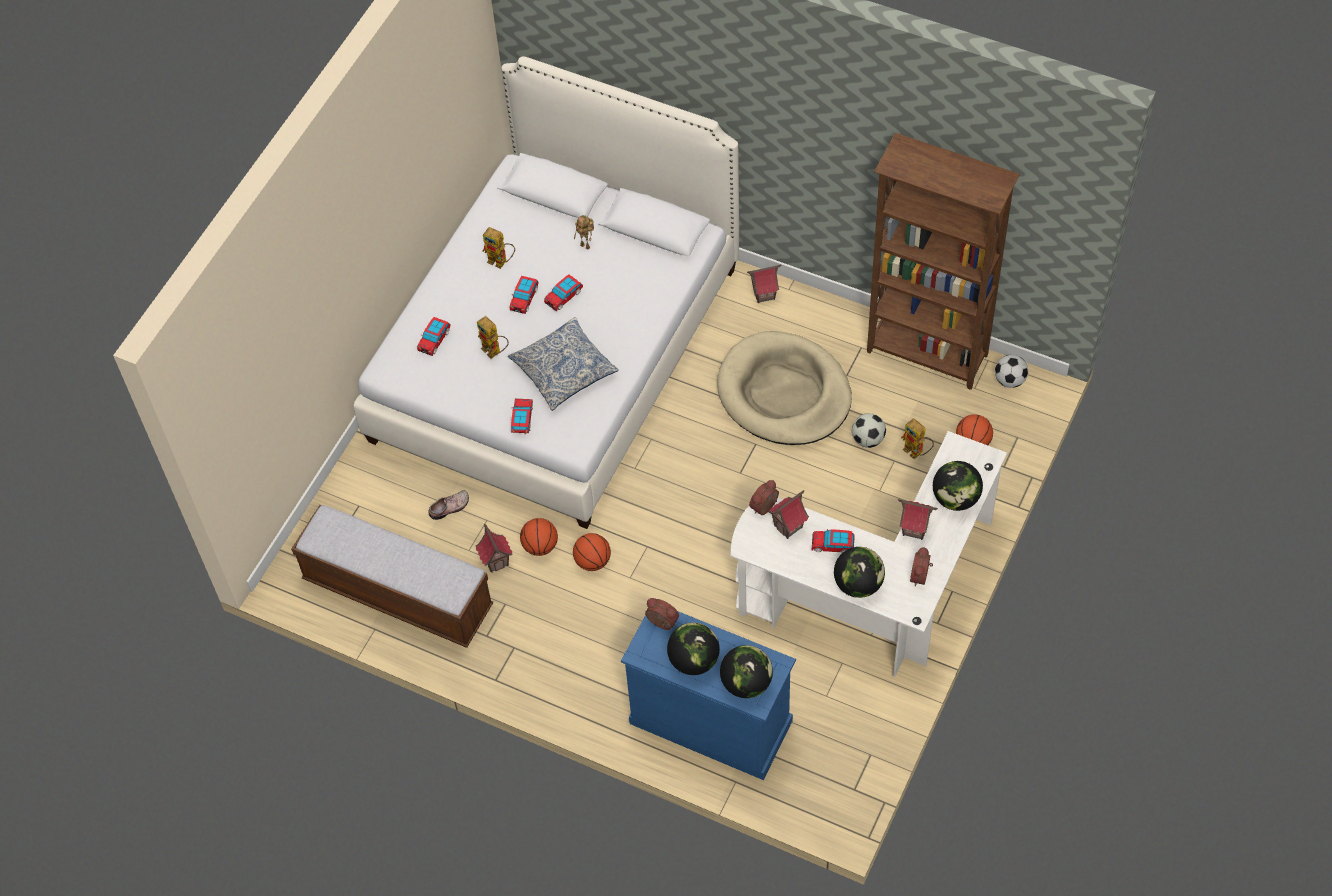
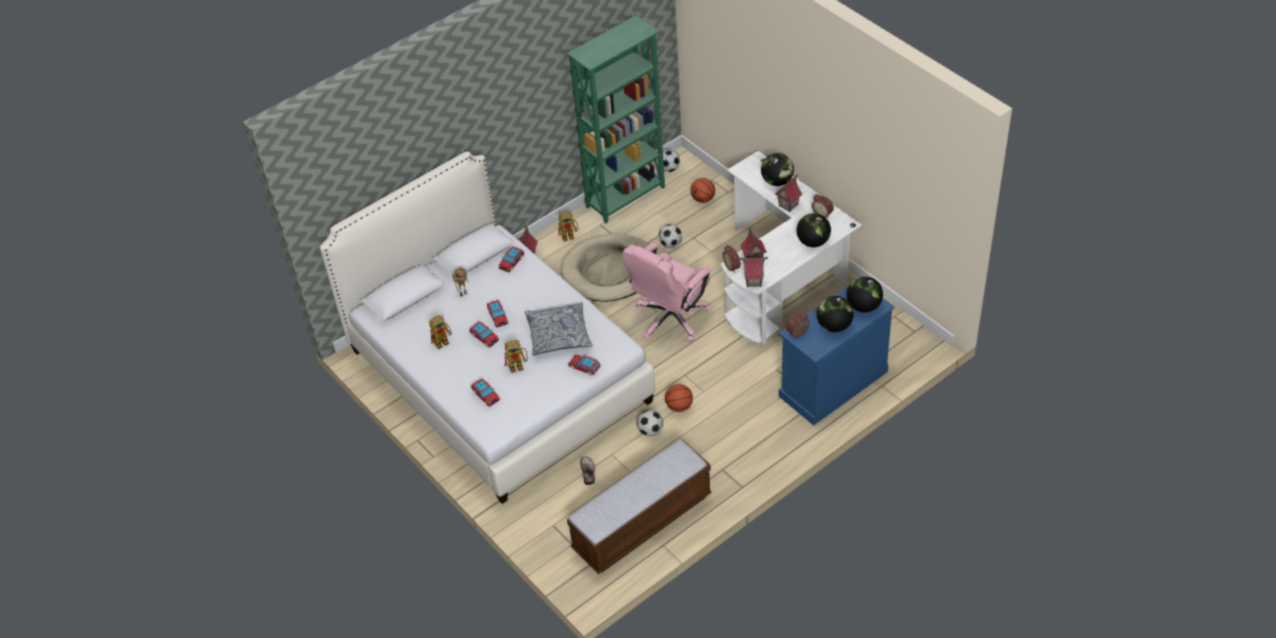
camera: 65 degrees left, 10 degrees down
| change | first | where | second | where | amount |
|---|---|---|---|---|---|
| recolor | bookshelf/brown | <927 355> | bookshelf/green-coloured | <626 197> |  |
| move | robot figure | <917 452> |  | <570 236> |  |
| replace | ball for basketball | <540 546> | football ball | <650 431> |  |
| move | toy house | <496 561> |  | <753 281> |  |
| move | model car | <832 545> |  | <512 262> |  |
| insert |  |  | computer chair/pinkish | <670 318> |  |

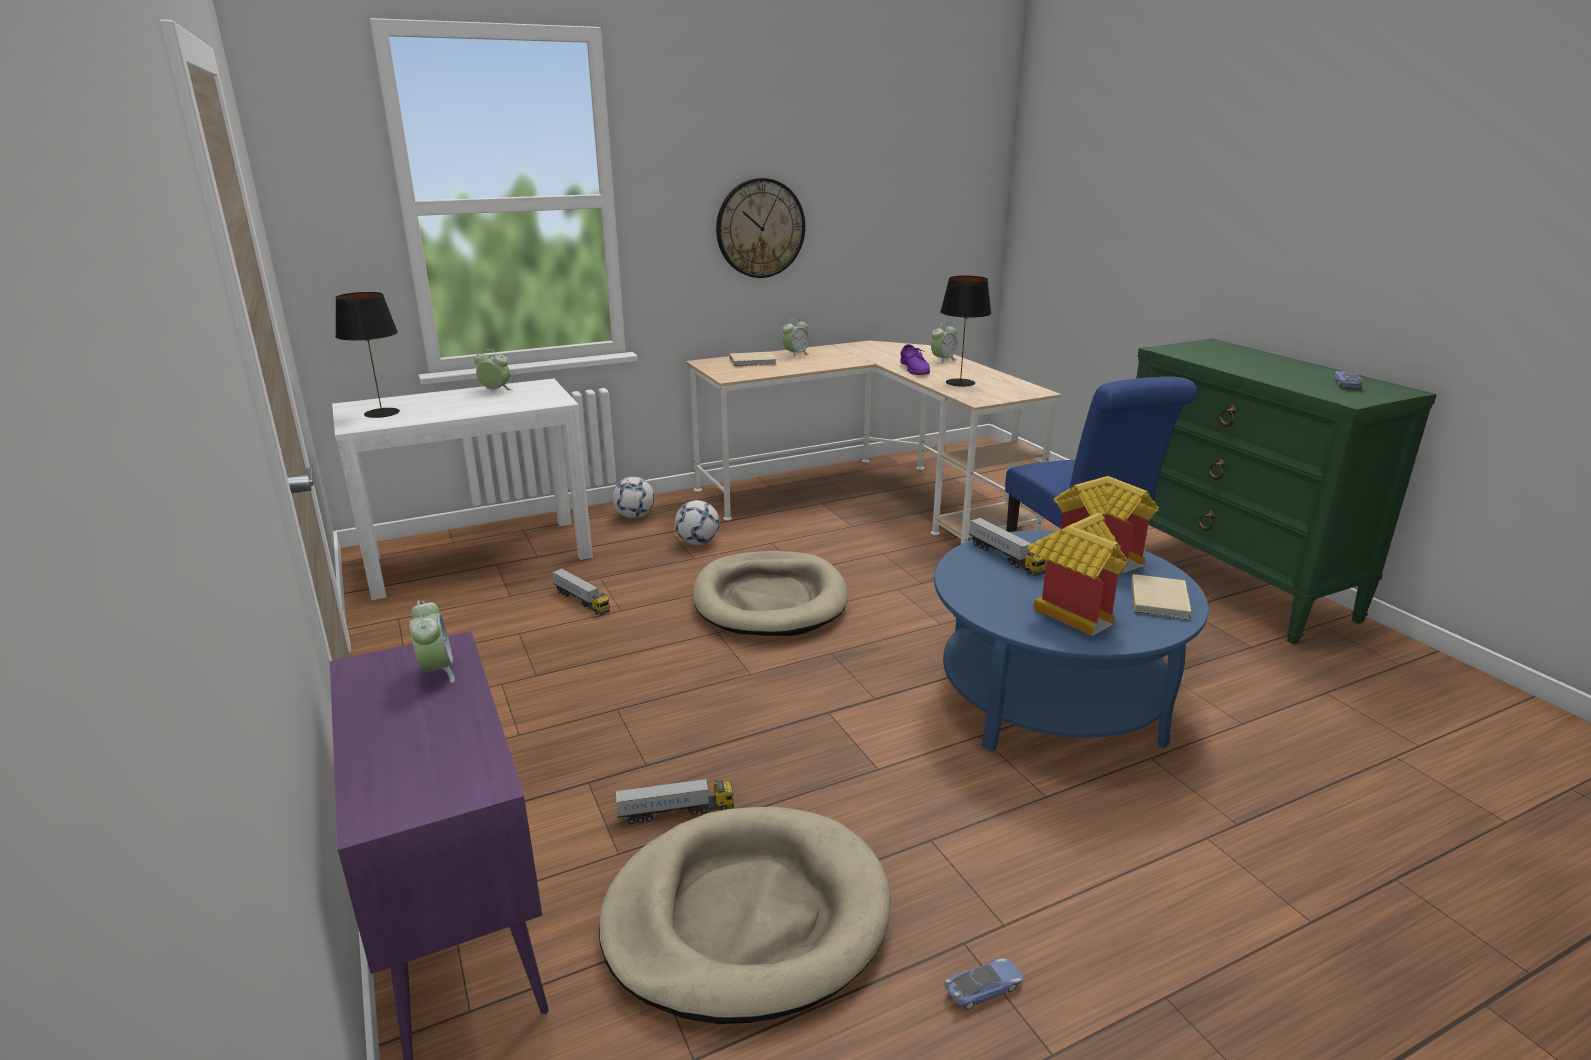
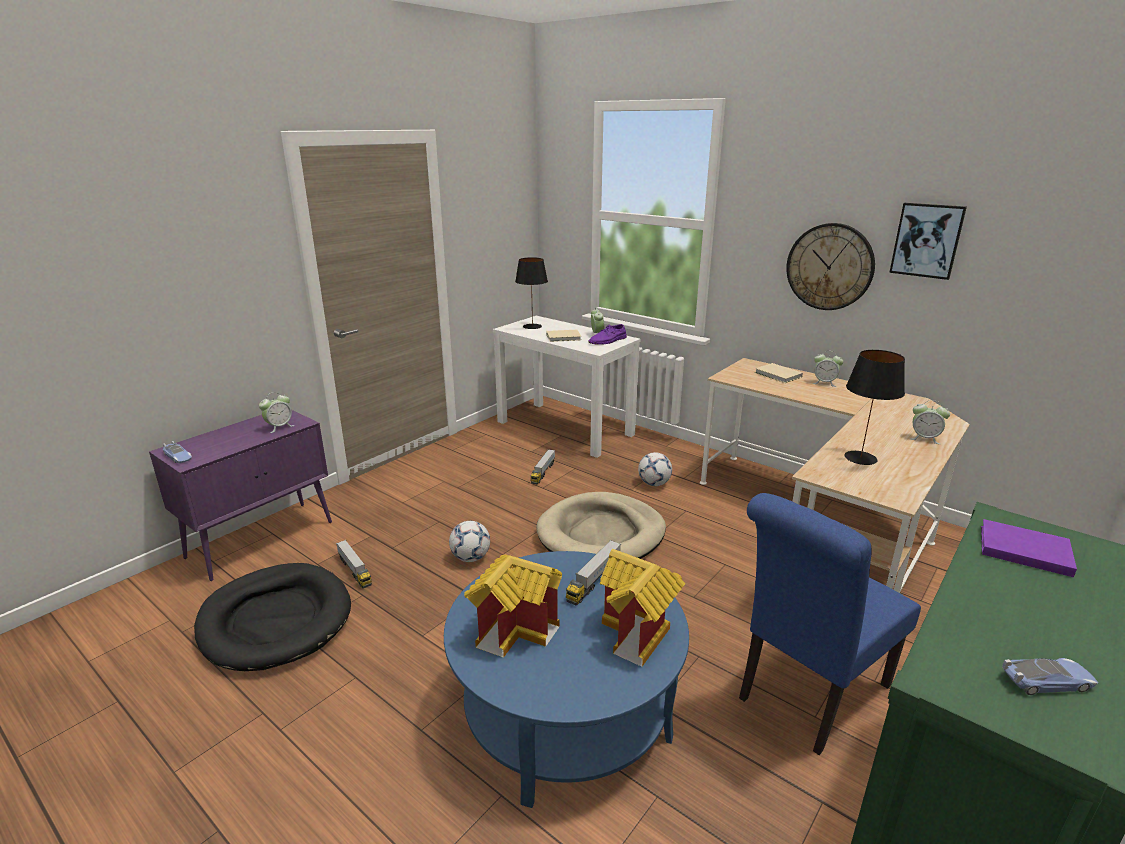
camera: 65 degrees right, 0 degrees up
| change | first | where | second | where | amount |
|---|---|---|---|---|---|
| move | low shoe/purple-coloured | <915 368> |  | <608 340> |  |
| move | football ball | <634 516> |  | <470 558> |  |
| move | volume/beige | <1160 599> |  | <564 337> |  |
| recolor | pet bed/beige | <746 917> | pet bed/blackish | <276 620> |  |
| move | model car | <983 988> |  | <178 457> |  |
| insert |  |  | wall picture | <927 240> |  |
| insert |  |  | volume/purple-coloured | <1021 549> |  |

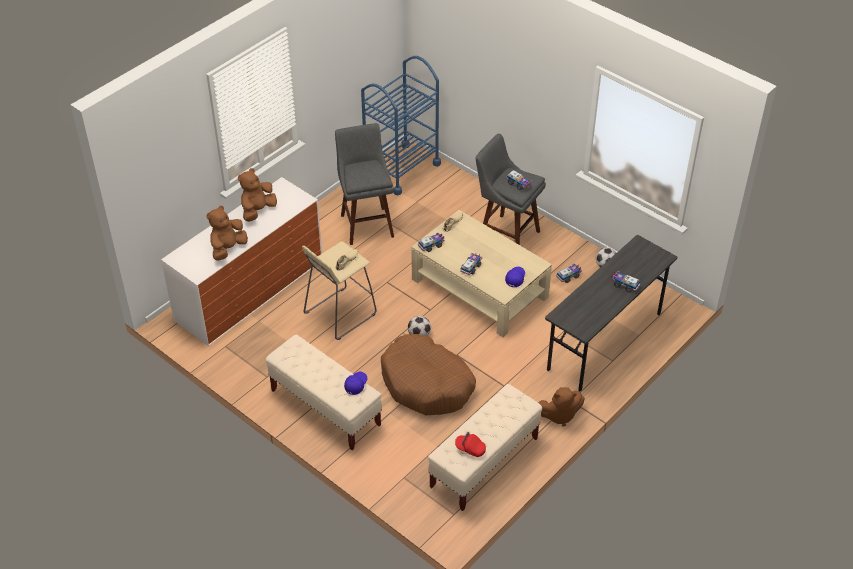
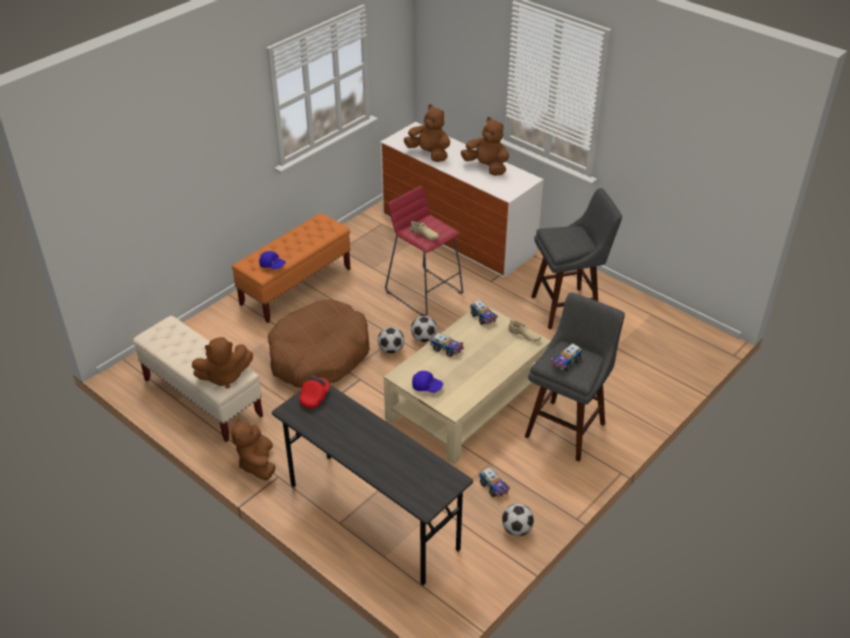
camera: 90 degrees right, 5 degrees down
| change | first | where | second | where | amount |
|---|---|---|---|---|---|
| delete | cart/blue | <401 169> |  |  |  |
| recolor | stool/beige | <339 314> | stool/red | <424 292> |  |
| delete | toy lorry | <624 285> |  |  |  |
| recolor | bench/beige | <325 407> | bench/orange | <296 286> |  |
| move | peaked cap/red | <470 449> |  | <315 397> |  |
| insert |  |  | football ball | <424 338> |  |
| insert |  |  | cuddly toy/brown | <224 377> |  |

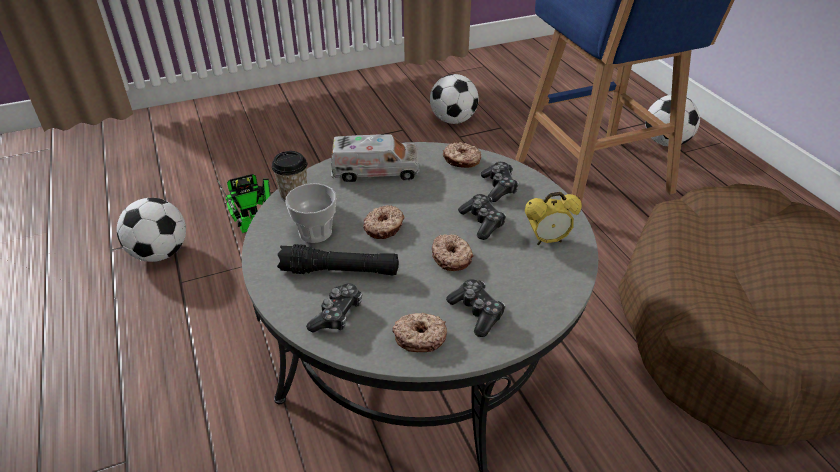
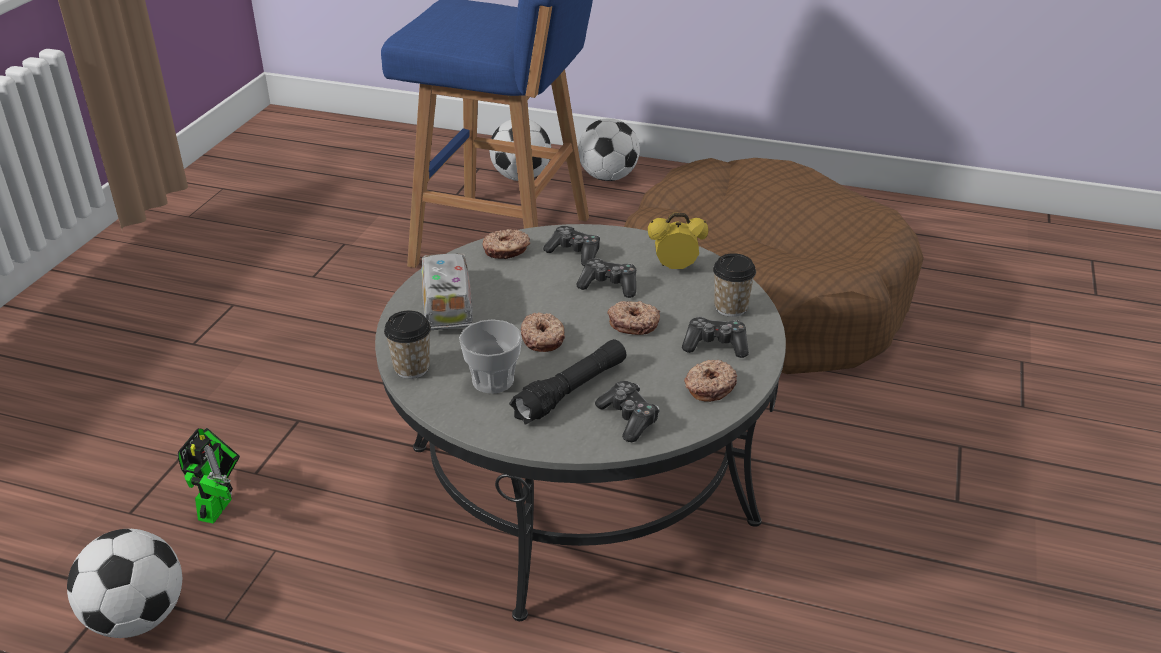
camera: 50 degrees left, 5 degrees down
| change | first | where | second | where | amount |
|---|---|---|---|---|---|
| move | football ball | <453 120> |  | <608 177> |  |
| rotate | toy lorry | <375 171> |  | <447 303> | 45 degrees counterclockwise |
| rotate | bedside clock | <547 240> |  | <675 268> | 120 degrees counterclockwise |
| insert |  |  | drinking cup | <730 308> |  |

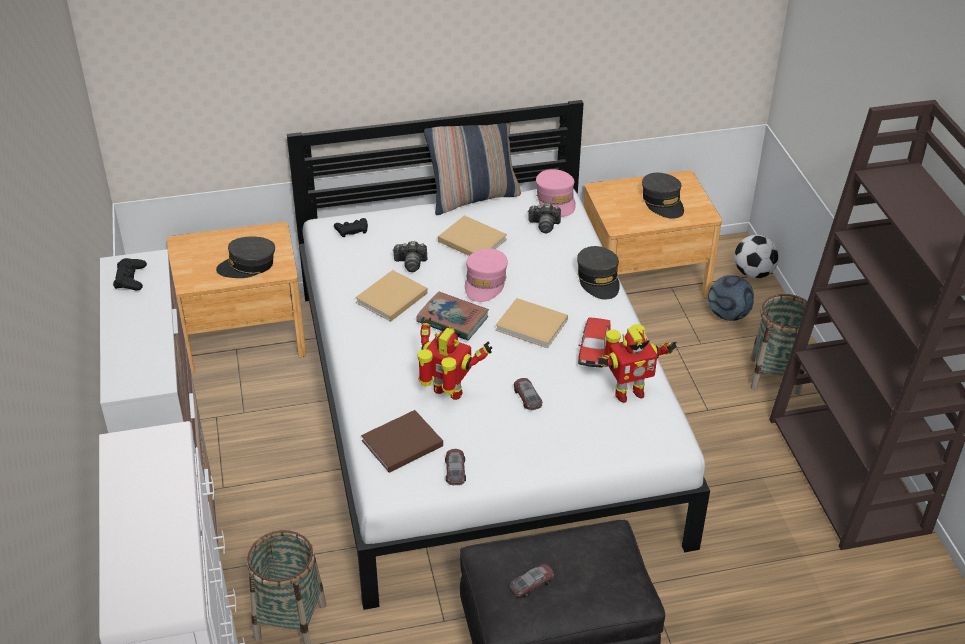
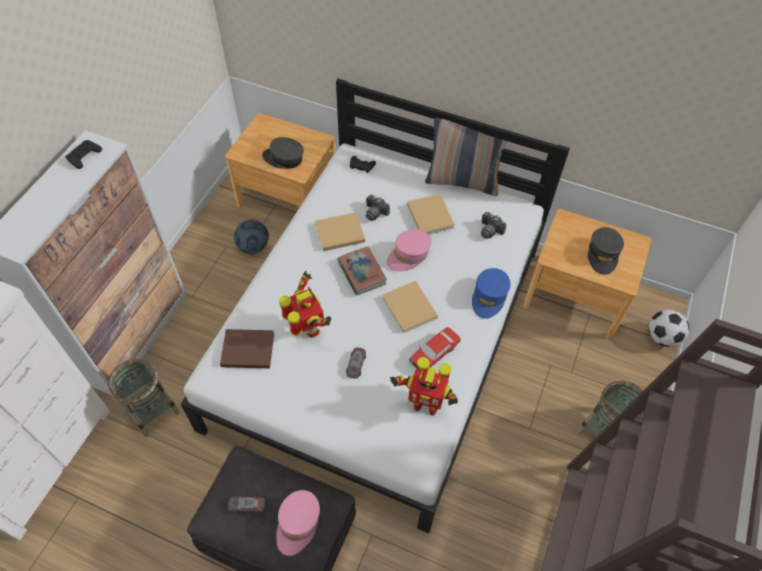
camera: 35 degrees right, 15 degrees up
| change | first | where | second | where | amount |
|---|---|---|---|---|---|
| move | peaked cap/pinkish | <556 200> |  | <298 524> |  |
| recolor | peaked cap/grey | <598 280> | peaked cap/blue | <489 297> |  |
| move | football ball | <728 315> |  | <253 247> |  |
| delete | model car | <455 470> |  |  |  |

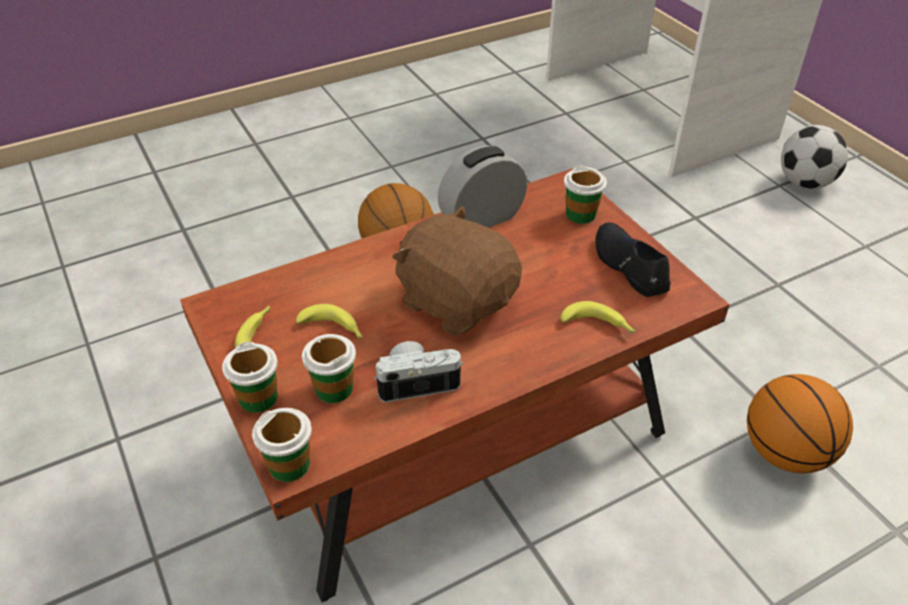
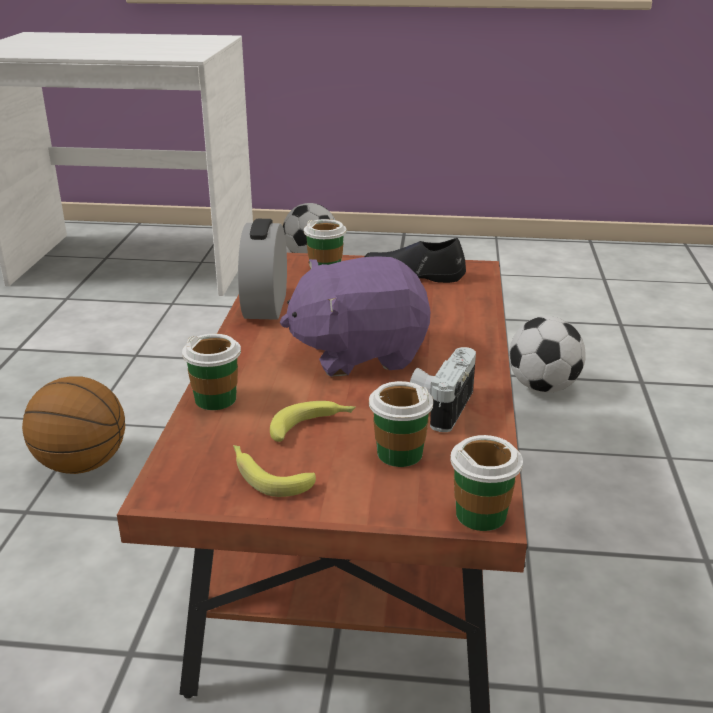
camera: 55 degrees left, 15 degrees down
| change | first | where | second | where | amount |
|---|---|---|---|---|---|
| recolor | cuddly toy/brown | <456 301> | cuddly toy/purple-coloured | <358 353> |  |
| delete | banana fruit | <598 326> |  |  |  |
| move | drinking cup | <258 398> |  | <216 399> |  |
| replace | ball for basketball | <785 453> | football ball | <543 387> |  |

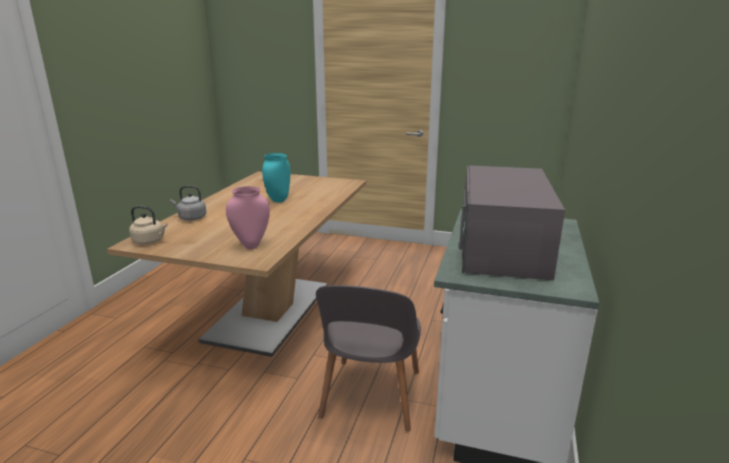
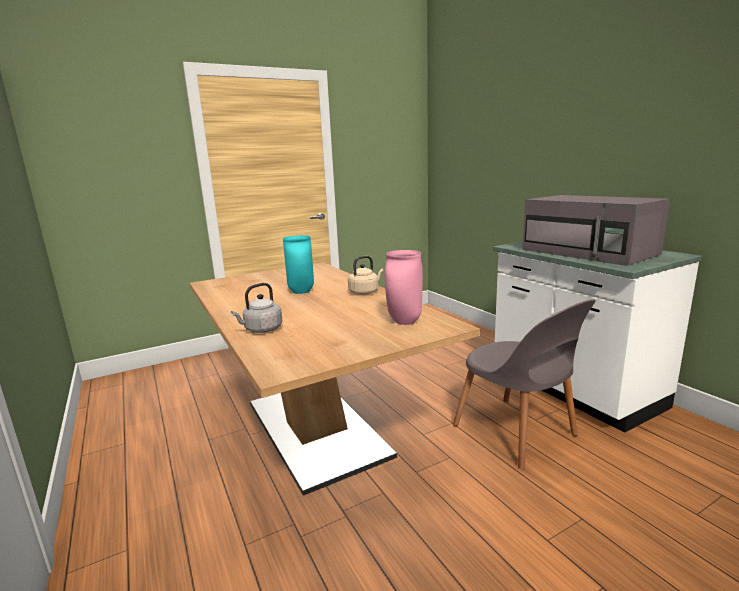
camera: 45 degrees left, 5 degrees down
| change | first | where | second | where | amount |
|---|---|---|---|---|---|
| move | water kettle/beige | <150 241> |  | <365 292> |  |

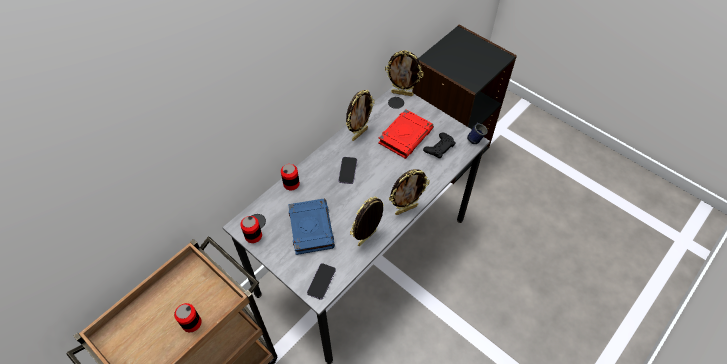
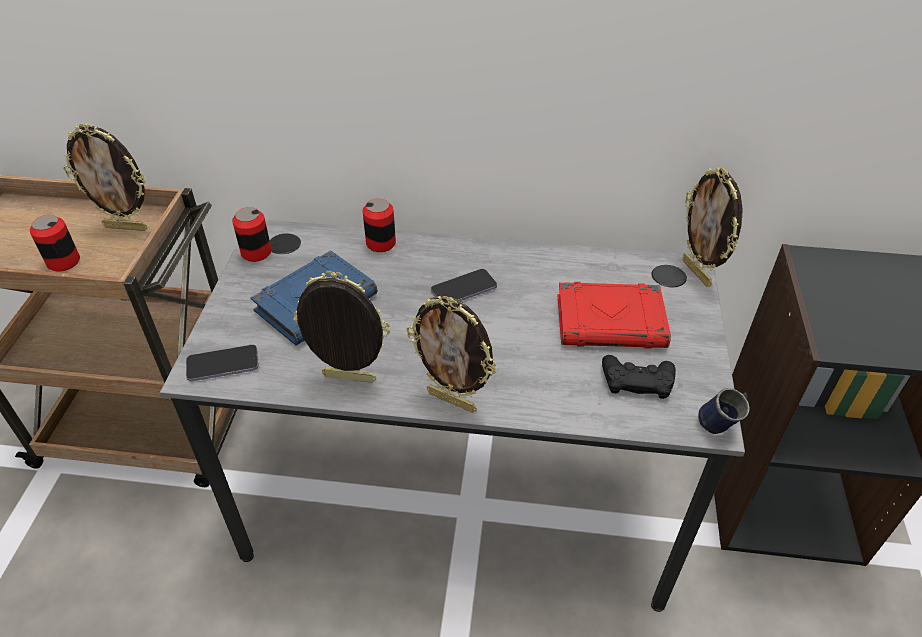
camera: 55 degrees right, 10 degrees down
| change | first | where | second | where | amount |
|---|---|---|---|---|---|
| move | standing frame | <359 134> |  | <126 227> |  |

